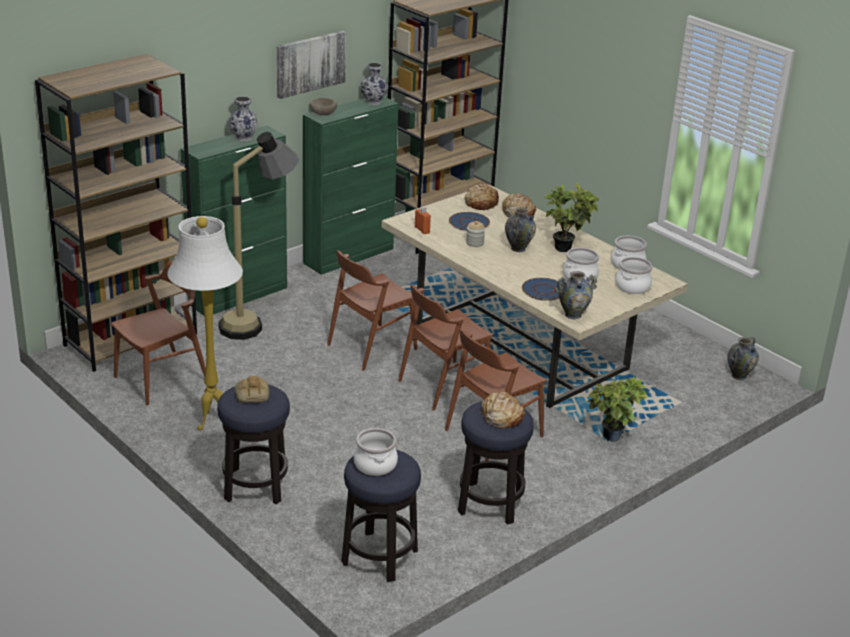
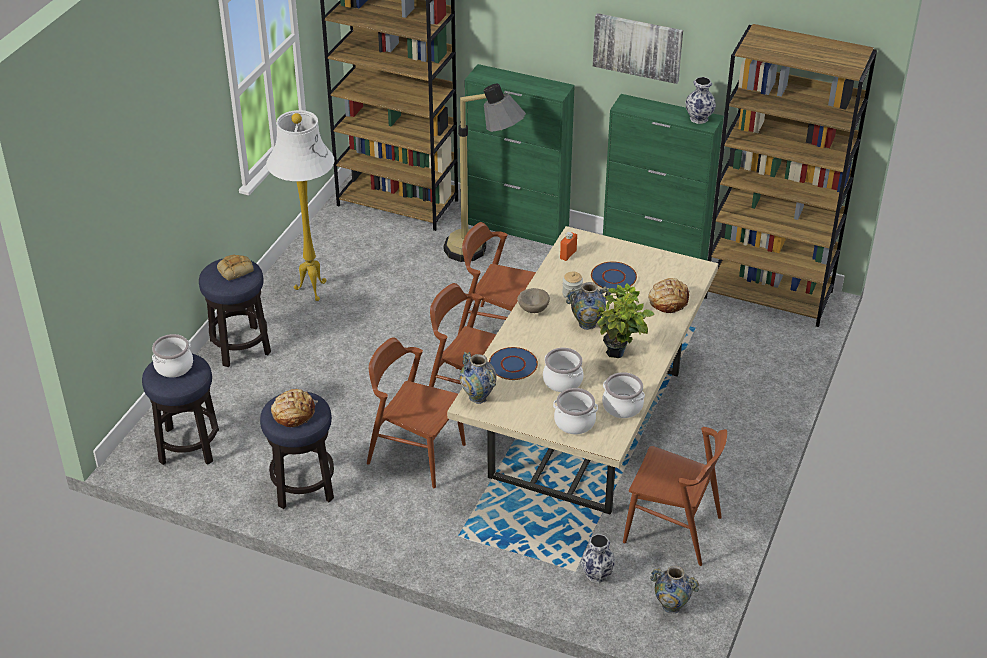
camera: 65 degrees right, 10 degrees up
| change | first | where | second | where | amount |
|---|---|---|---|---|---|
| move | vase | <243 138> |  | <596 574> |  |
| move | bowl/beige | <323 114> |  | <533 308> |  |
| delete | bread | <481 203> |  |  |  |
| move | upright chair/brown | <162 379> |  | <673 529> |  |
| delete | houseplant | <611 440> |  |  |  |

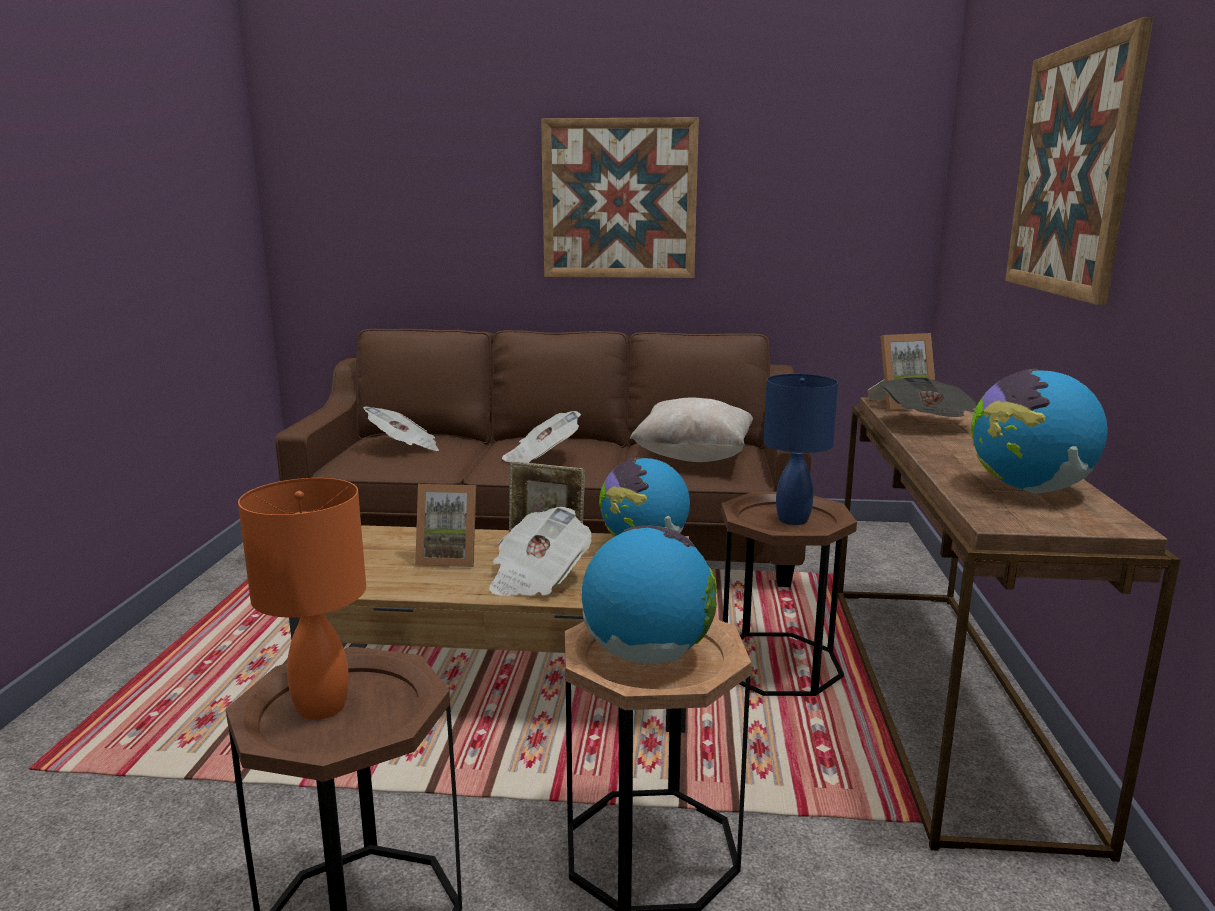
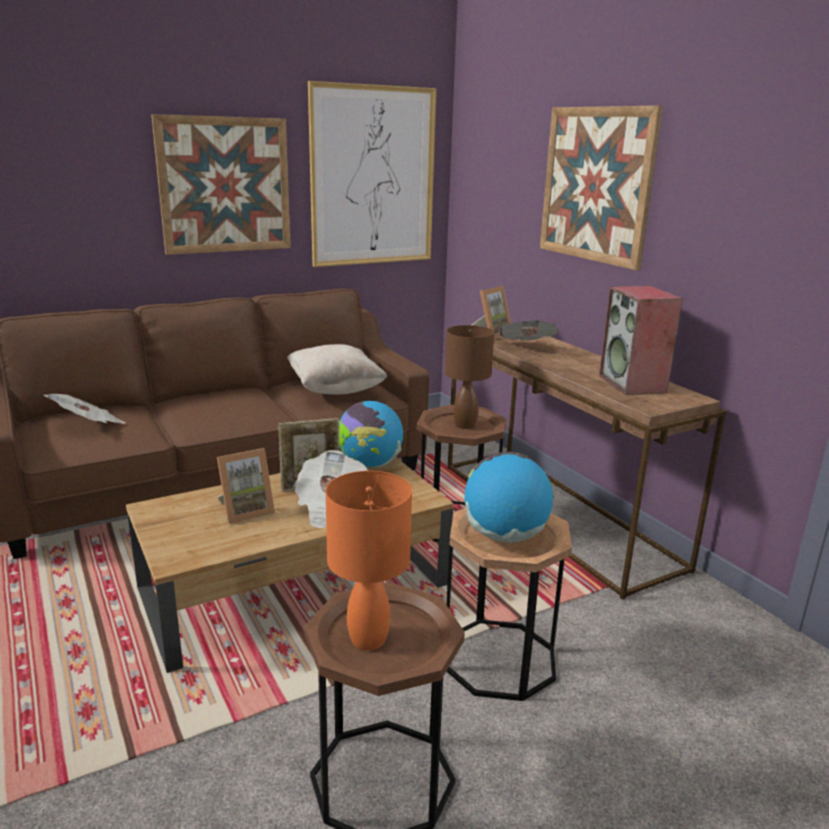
camera: 35 degrees left, 5 degrees up
| change | first | where | second | where | amount |
|---|---|---|---|---|---|
| replace | world globe | <1028 489> | loudspeaker | <633 384> |  |
| recolor | lamp for a table/blue | <792 519> | lamp for a table/brown | <464 425> |  |
| delete | daily paper | <541 458> |  |  |  |
| insert |  |  | wall picture | <373 177> |  |

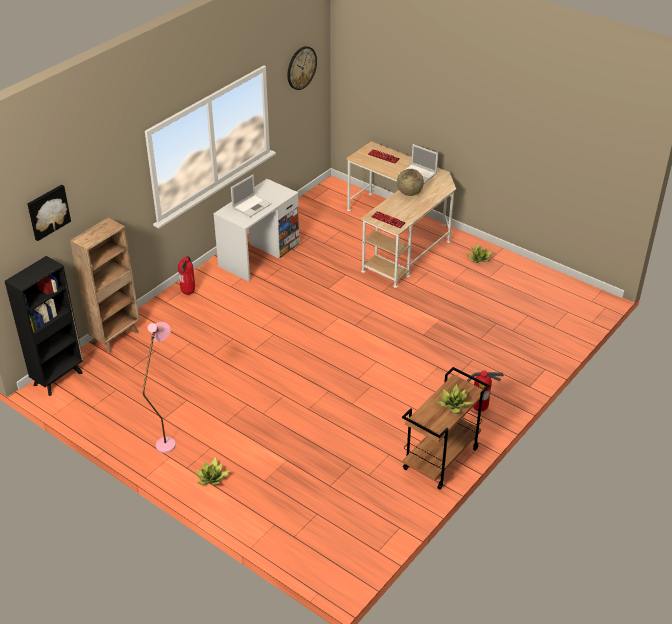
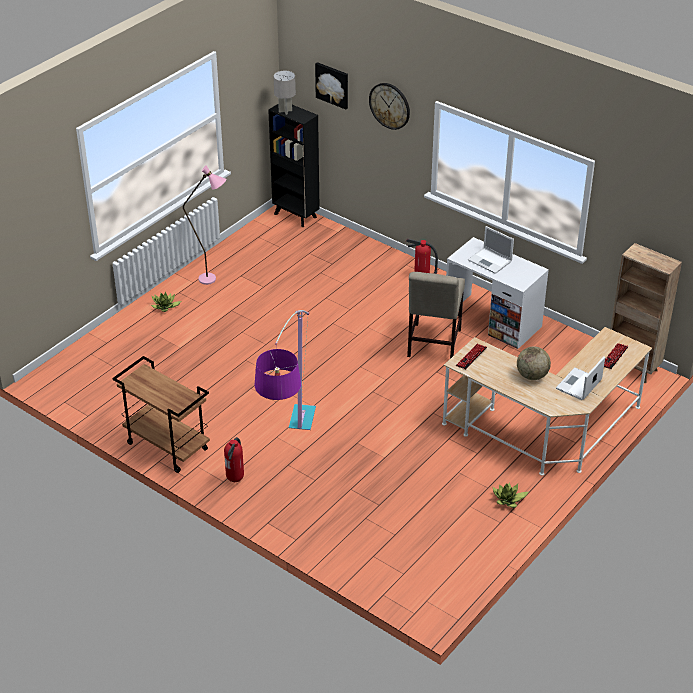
camera: 90 degrees right, 0 degrees up
| change | first | where | second | where | amount |
|---|---|---|---|---|---|
| move | wall clock | <301 68> |  | <390 105> |  |
| move | bookshelf/brown | <116 337> |  | <633 368> |  |
| delete | houseplant | <454 405> |  |  |  |
| insert |  |  | lamp for a table/grey | <285 111> |  |
| insert |  |  | upright chair/beige | <433 345> |  |
| insert |  |  | standing lamp | <291 461> |  |

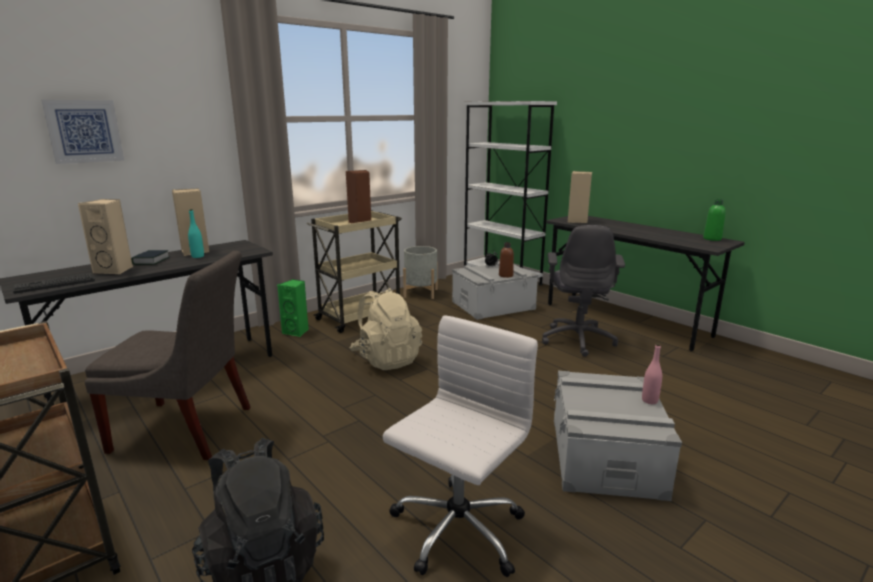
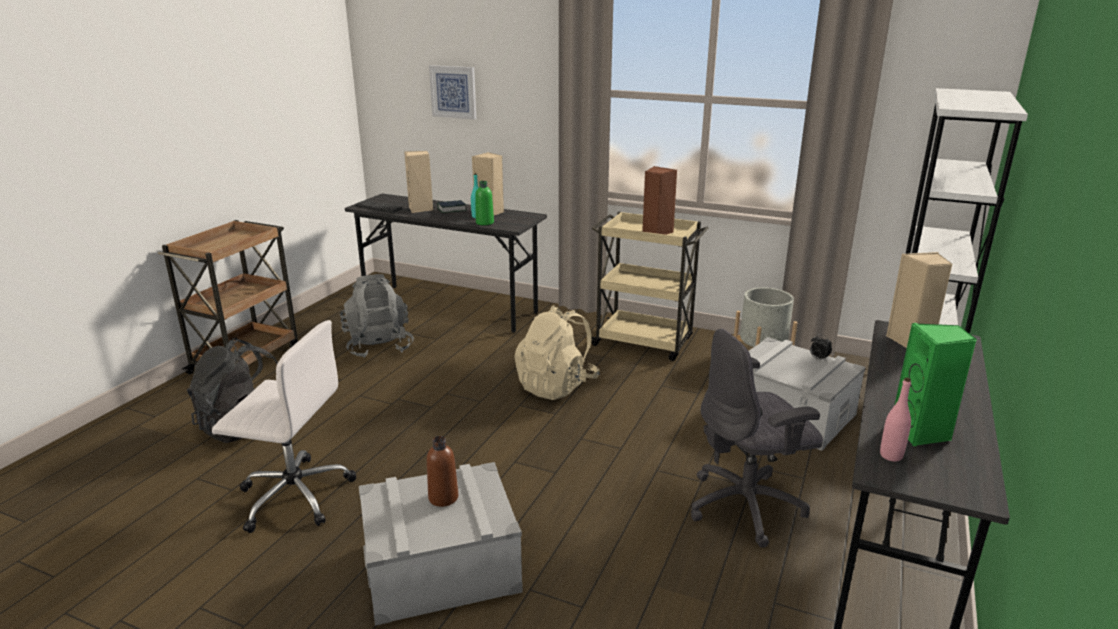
camera: 65 degrees right, 5 degrees up
| change | first | where | second | where | amount |
|---|---|---|---|---|---|
| move | beverage bottle/green-coloured | <712 239> |  | <484 223> |  |
| move | beverage bottle/brown | <506 275> |  | <443 497> |  |
| replace | upright chair/grey | <188 430> | backpack/grey | <379 346> |  |
| move | loudspeaker/green-coloured | <297 332> |  | <922 433> |  |
| move | beverage bottle/pinkish | <649 400> |  | <891 456> |  |

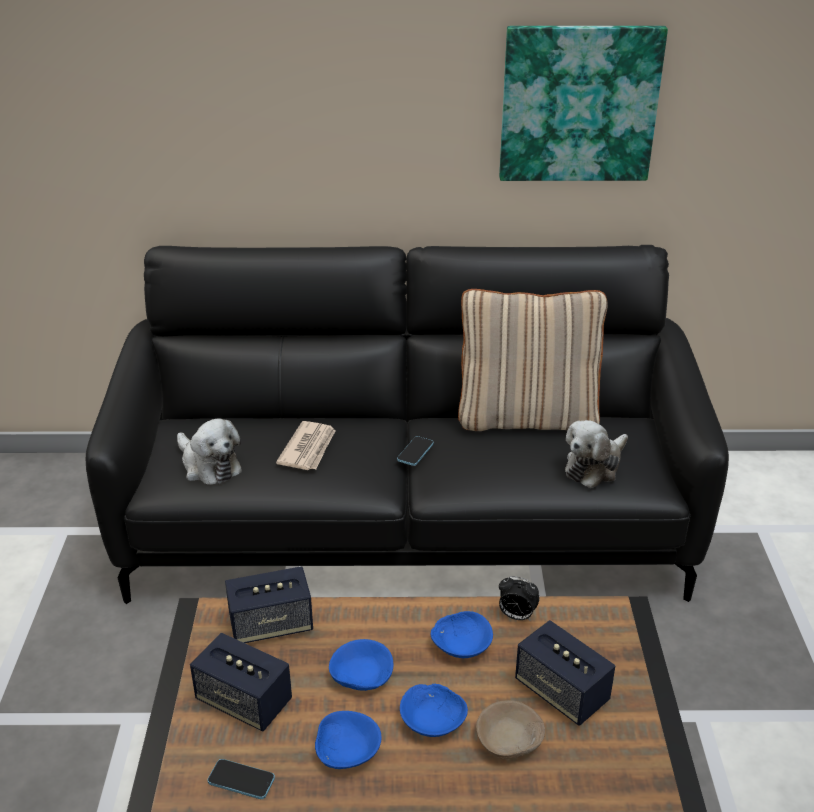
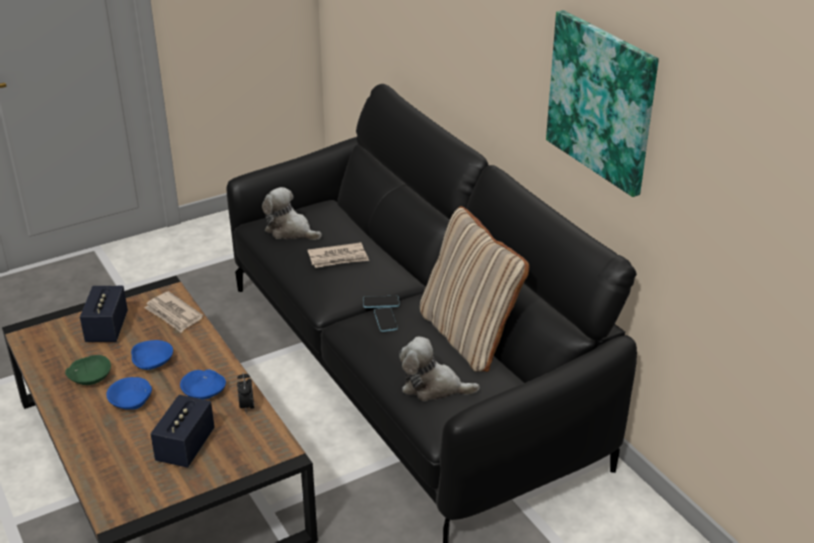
camera: 60 degrees right, 0 degrees up
| change | first | where | second | where | amount |
|---|---|---|---|---|---|
| rotate | cuddly toy | <209 465> |  | <290 231> | 105 degrees clockwise |
| replace | loudspeaker | <271 625> | daily paper | <173 314> |  |
| delete | bowl/beige | <509 740> |  |  |  |
| recolor | bowl/blue | <347 750> | bowl/green-coloured | <90 377> |  |
| move | handset | <241 780> |  | <385 320> |  |

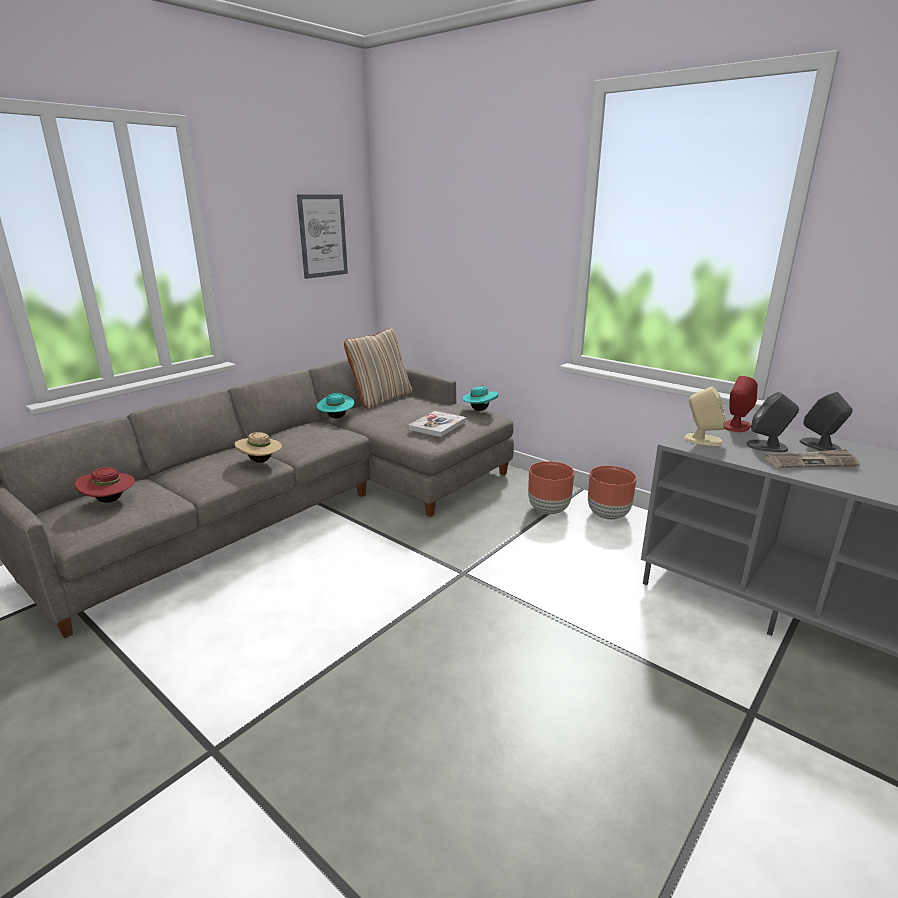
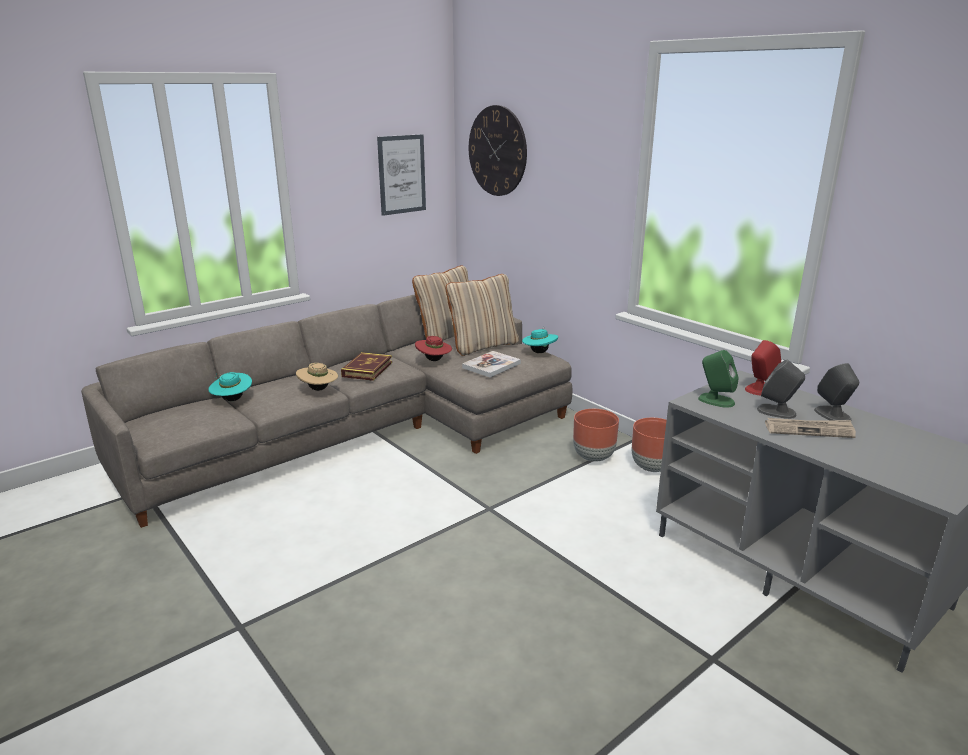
camera: 10 degrees right, 0 degrees up
| change | first | where | second | where | amount |
|---|---|---|---|---|---|
| recolor | loudspeaker/beige | <702 440> | loudspeaker/green-coloured | <715 400> |  |
| move | hat/turquoise | <336 417> |  | <232 400> |  |
| move | hat/red | <110 501> |  | <434 360> |  |
| insert |  |  | wall clock | <497 151> |  |
| insert |  |  | throw pillow/beige | <483 346> |  |
| insert |  |  | volume | <367 369> |  |

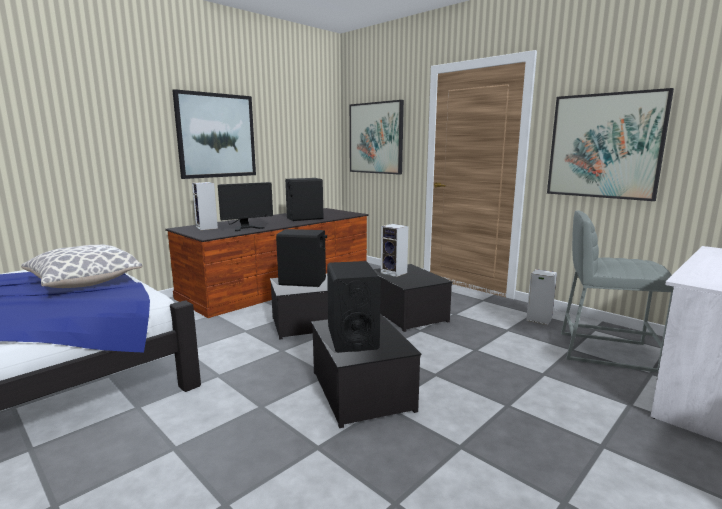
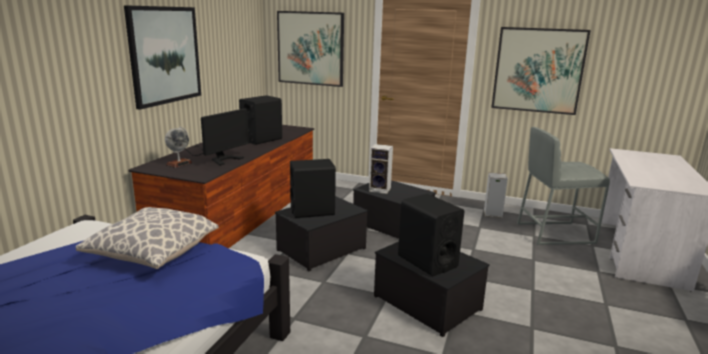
camera: 25 degrees left, 5 degrees up
| change | first | where | second | where | amount |
|---|---|---|---|---|---|
| replace | loudspeaker | <207 228> | world globe | <179 163> |  |

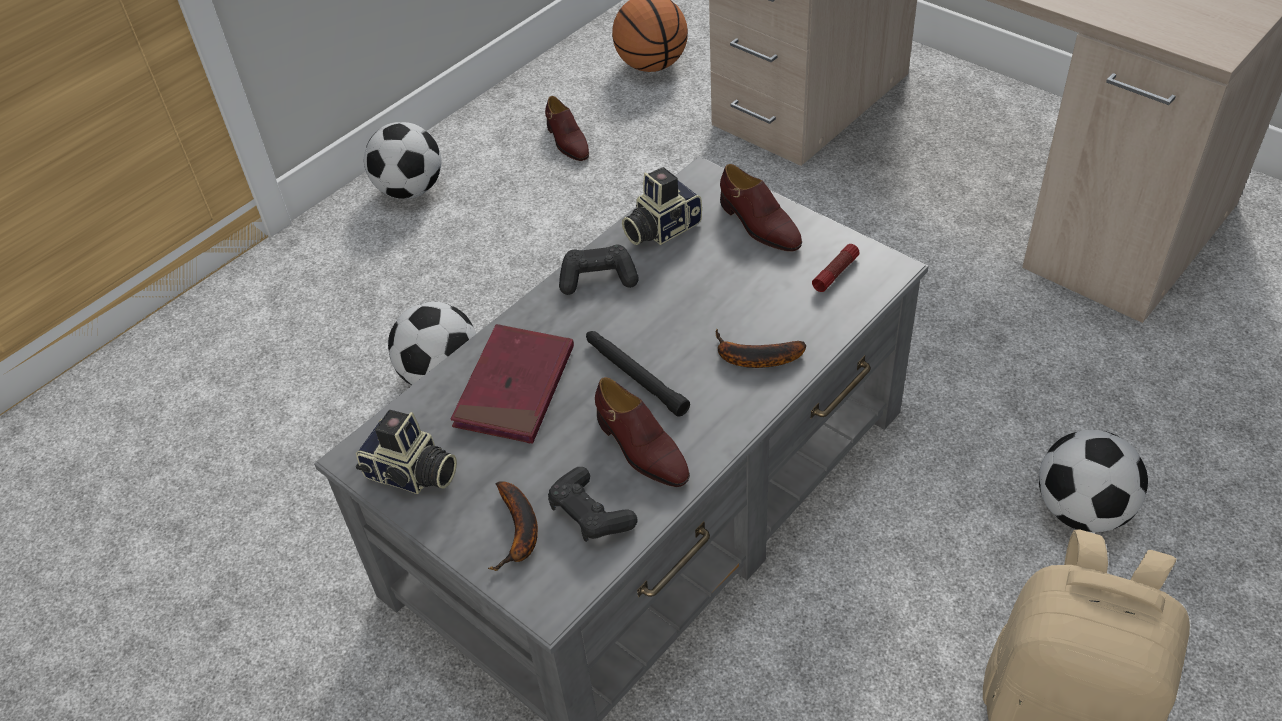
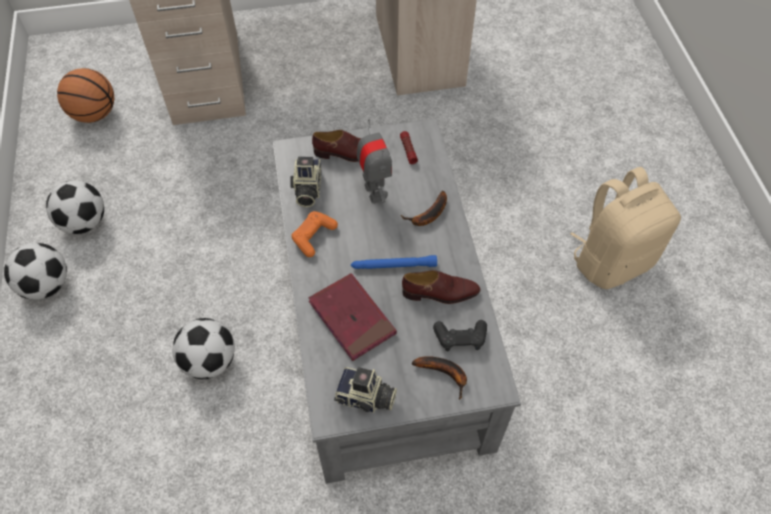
camera: 55 degrees left, 10 degrees up
| change | first | where | second | where | amount |
|---|---|---|---|---|---|
| delete | low shoe/brown | <567 141> |  |  |  |
| recolor | joypad/blackish | <598 278> | joypad/orange | <313 236> |  |
| recolor | torch/blackish | <634 376> | torch/blue | <393 265> |  |
| rotate | photo camera | <411 475> |  | <366 398> | 45 degrees clockwise |
| move | football ball | <1082 510> |  | <85 222> |  |
| insert |  |  | robot figure | <375 191> |  |

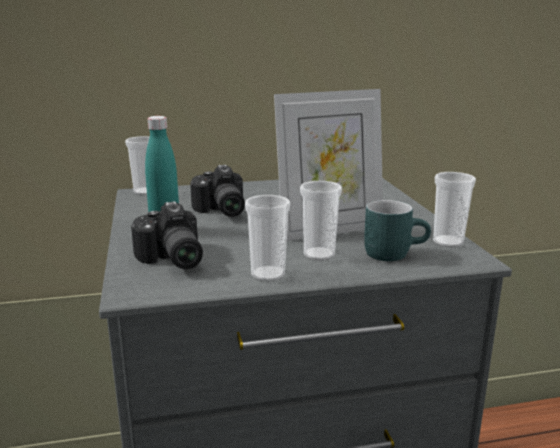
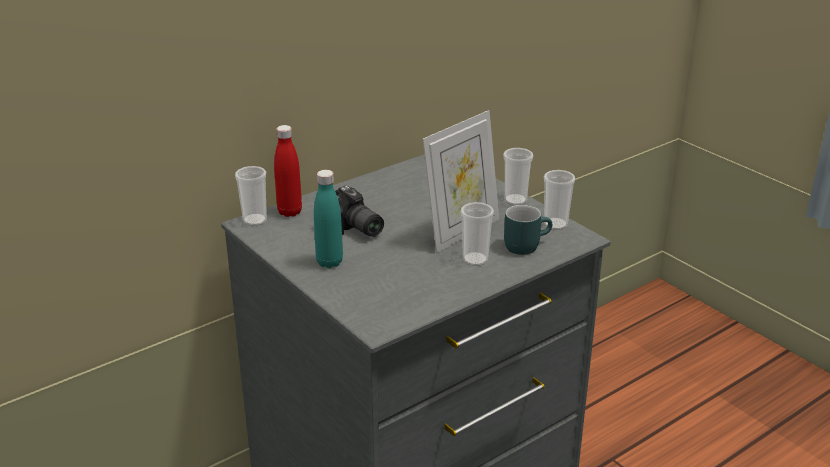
camera: 25 degrees left, 10 degrees up
| change | first | where | second | where | amount |
|---|---|---|---|---|---|
| move | drinking cup | <268 274> |  | <515 200> |  |
| delete | photo camera | <171 260> |  |  |  |
| insert |  |  | beverage bottle/red | <290 212> |  |

